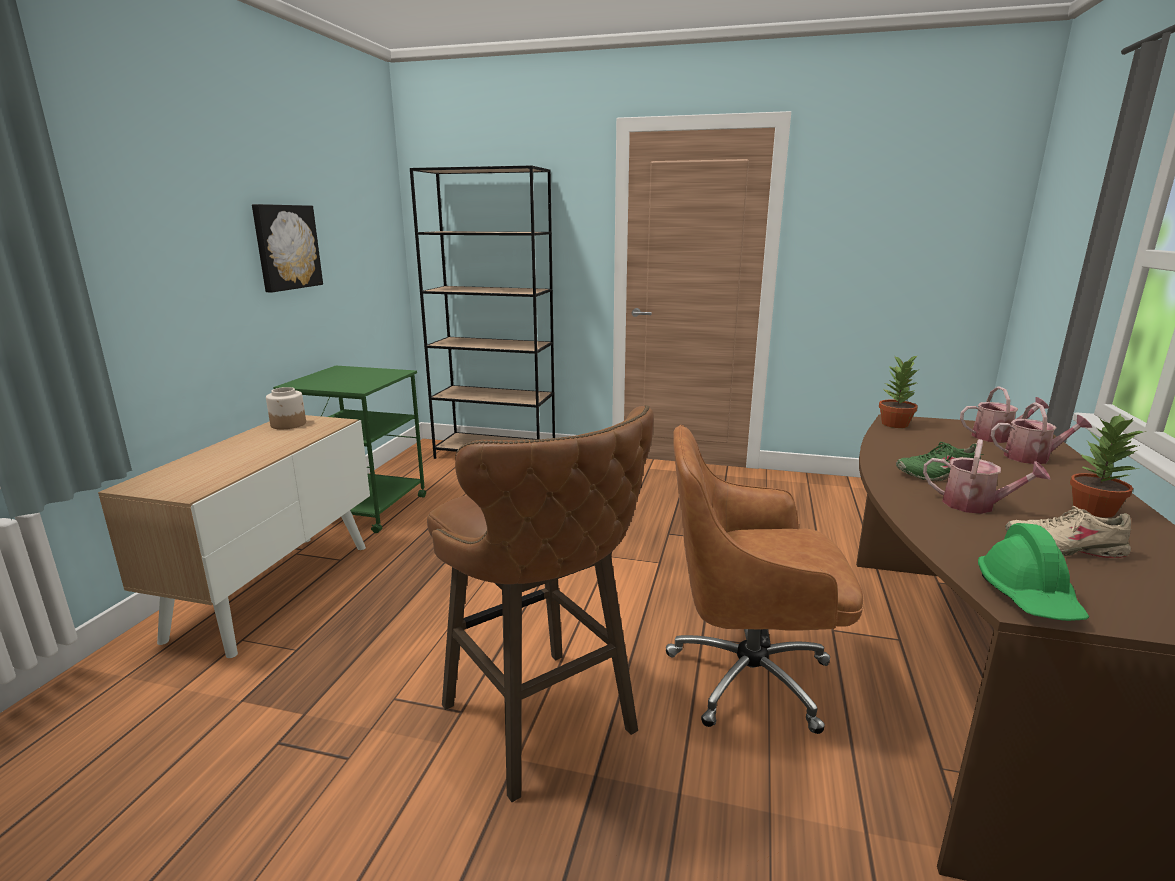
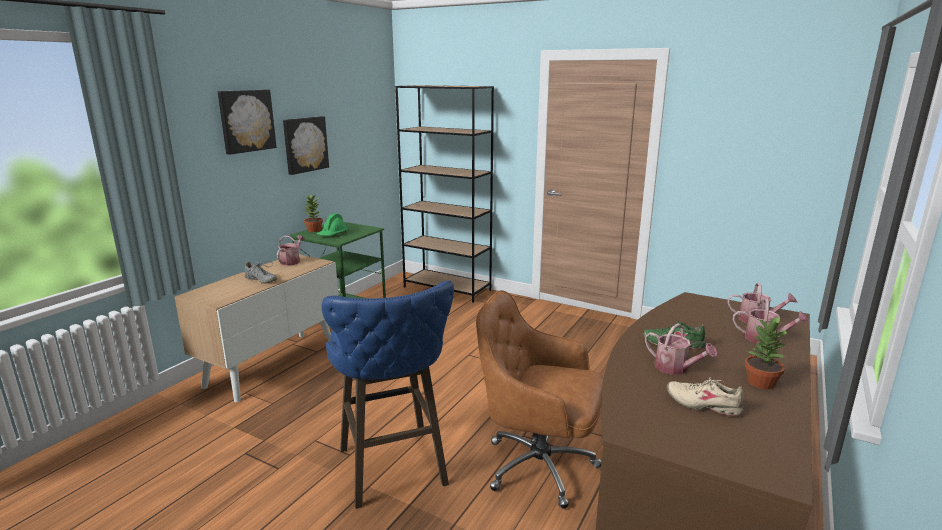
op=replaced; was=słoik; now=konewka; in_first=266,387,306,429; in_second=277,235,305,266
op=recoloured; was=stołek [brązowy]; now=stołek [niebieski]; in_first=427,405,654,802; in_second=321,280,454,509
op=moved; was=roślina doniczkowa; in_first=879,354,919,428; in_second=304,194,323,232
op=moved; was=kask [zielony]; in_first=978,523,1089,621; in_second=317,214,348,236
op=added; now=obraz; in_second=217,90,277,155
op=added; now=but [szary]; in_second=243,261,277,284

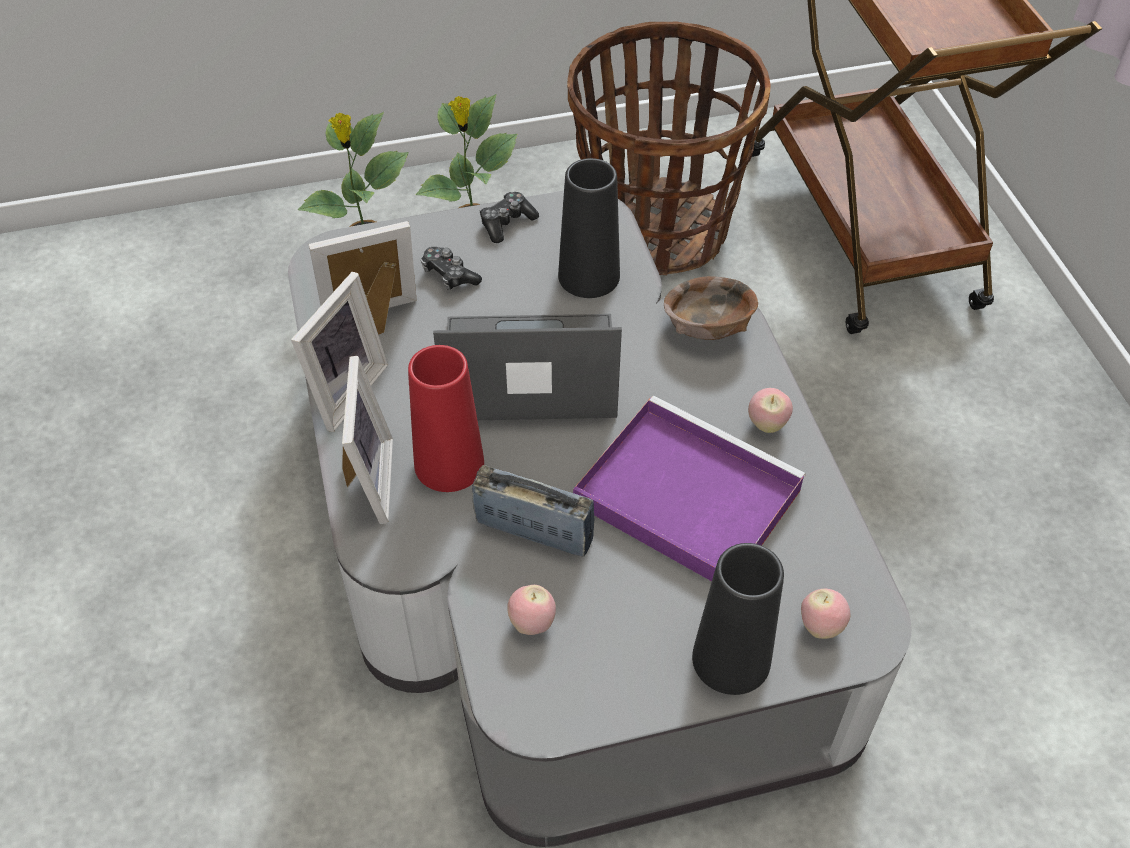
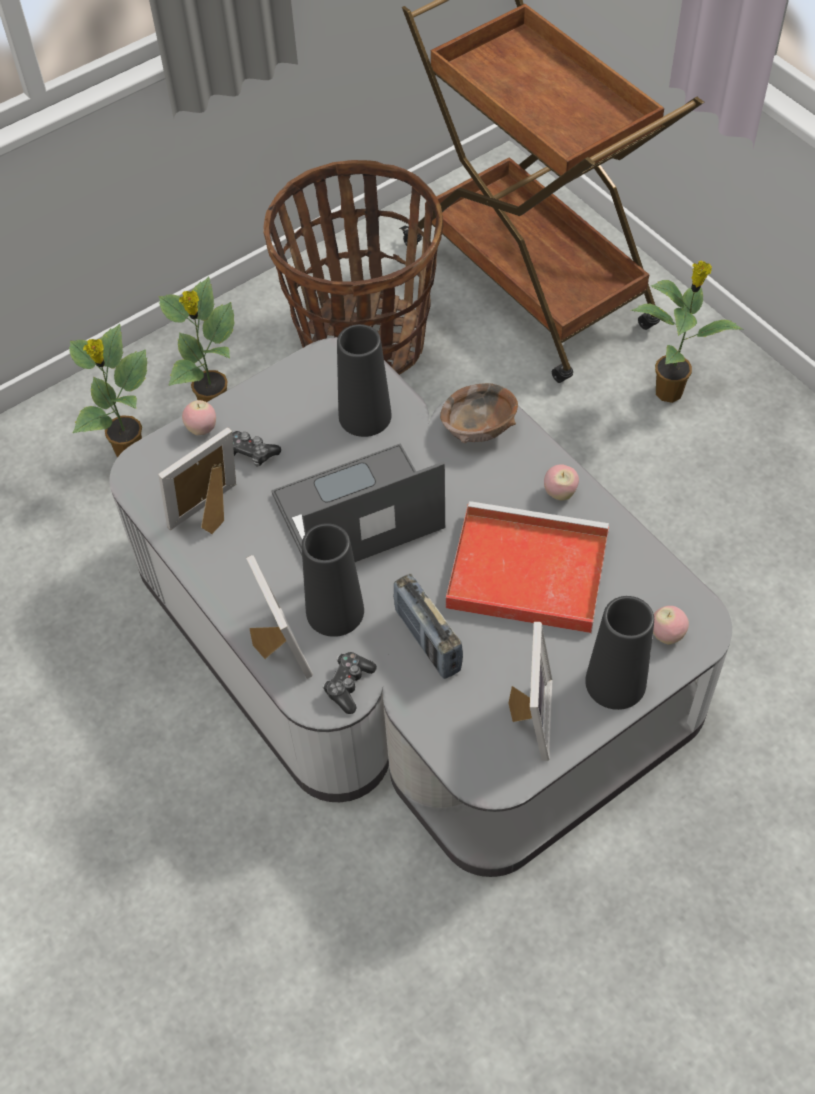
op=moved; was=ramka na zdjęcie; in_first=291,272,388,432; in_second=508,622,552,761
op=recoloured; was=wazon [czerwony]; now=wazon [czarny]; in_first=408,345,484,492; in_second=302,523,364,637
op=turned; was=radio; in_first=472,465,594,557; in_second=393,574,463,679; clockwise=-120
op=moved; was=pad do gier; in_first=479,192,539,243; in_second=323,652,377,714
op=moved; was=jabłko; in_first=507,585,556,635; in_second=182,400,216,435
op=recoloured; was=taca [fioletowy]; now=taca [czerwony]; in_first=573,396,806,581; in_second=446,501,609,633
op=added; now=roślina doniczkowa; in_second=631,260,743,403

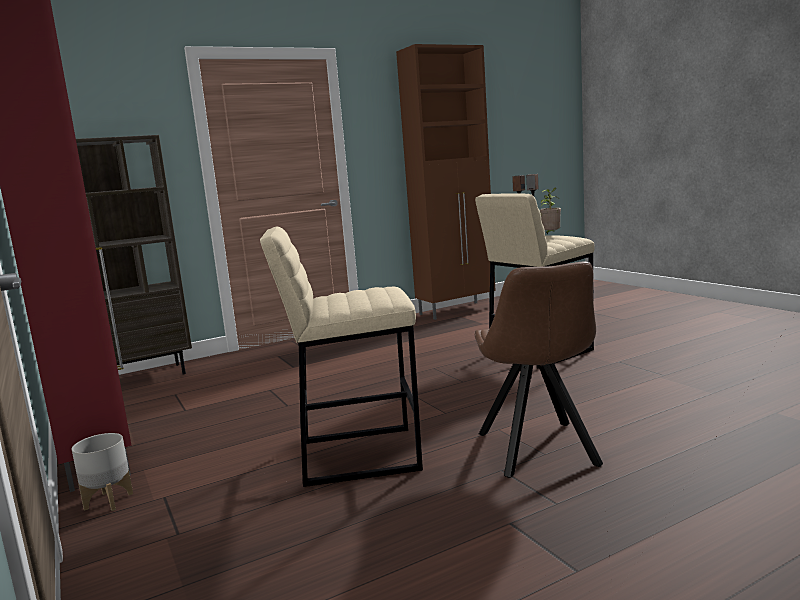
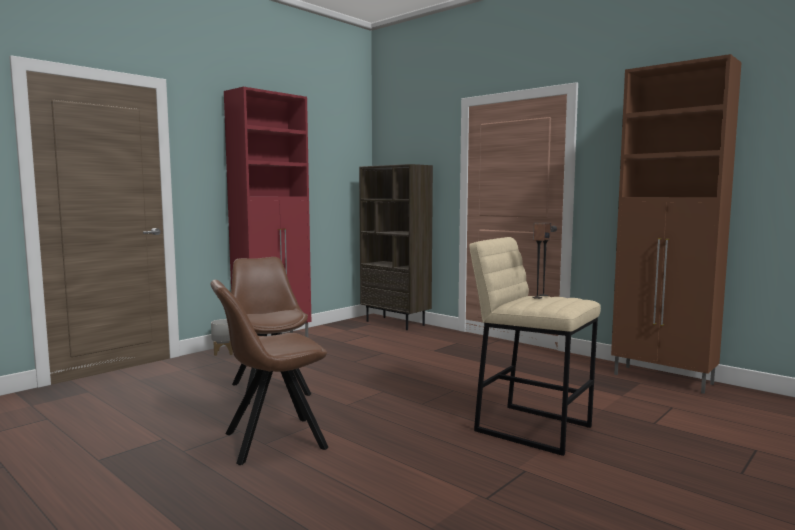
op=replaced; was=stołek [beżowy]; now=krzesło [brązowy]; in_first=260,226,423,487; in_second=231,257,311,404
op=removed; was=roślina doniczkowa; in_first=540,188,561,234

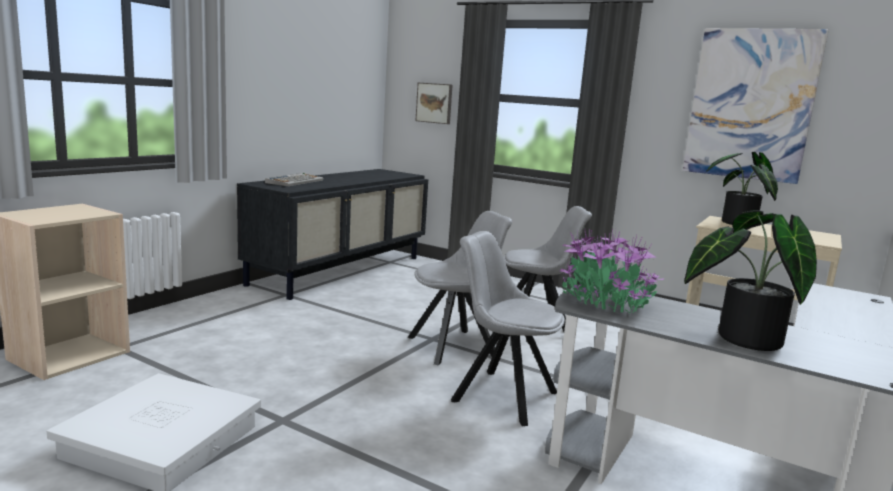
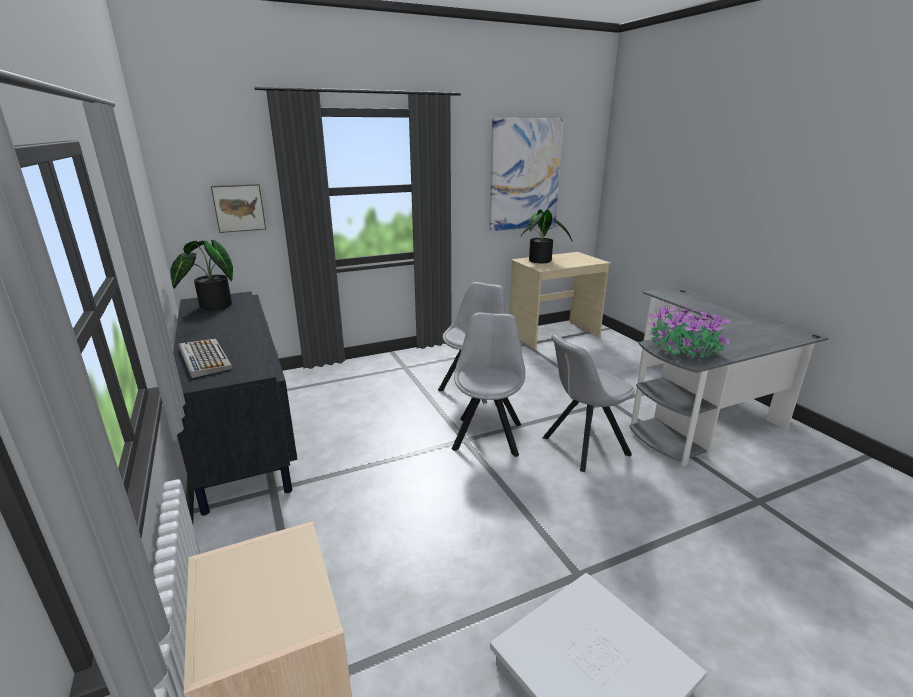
op=moved; was=roślina doniczkowa; in_first=684,210,817,351; in_second=171,240,233,310

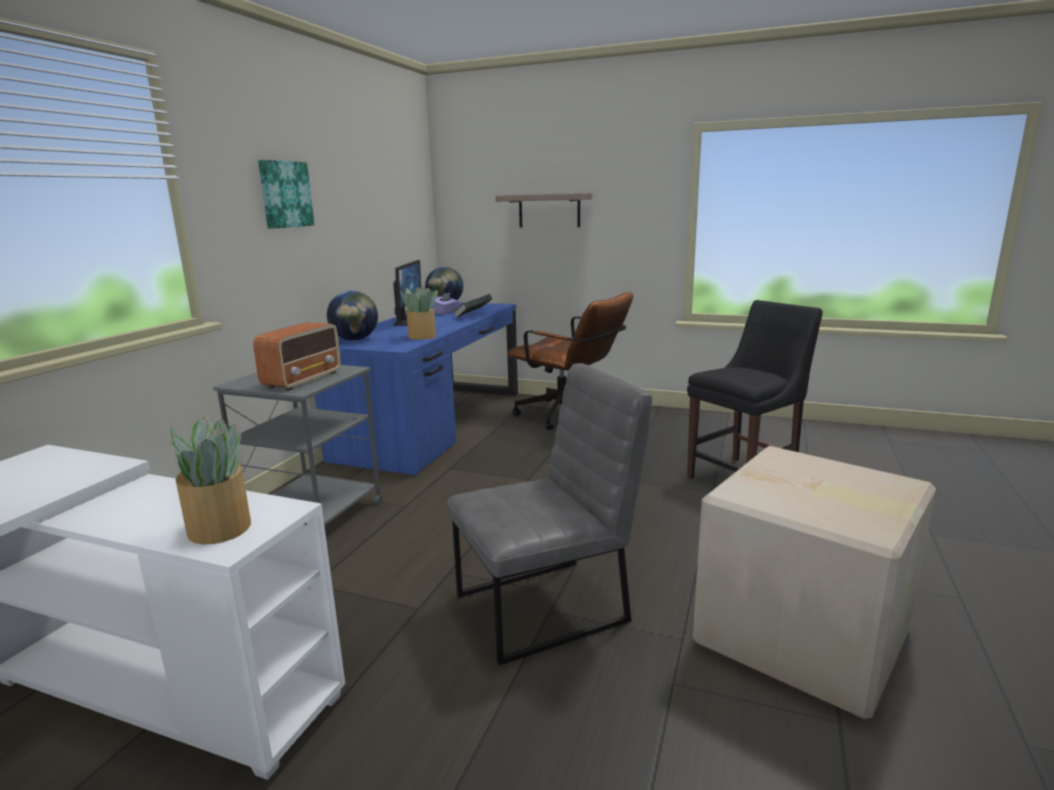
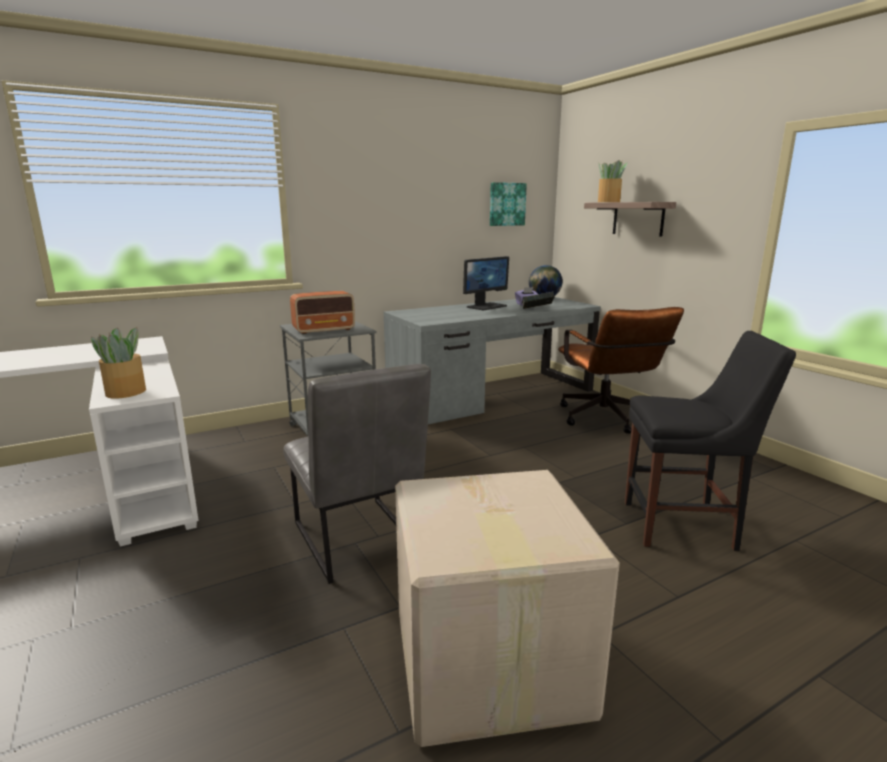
op=moved; was=obraz; in_first=258,160,314,229; in_second=490,182,527,226
op=recoloured; was=biurko [niebieski]; now=biurko [szary]; in_first=315,302,518,476; in_second=384,297,601,424
op=removed; was=globus; in_first=327,291,378,341
op=moved; was=roślina doniczkowa; in_first=400,287,438,340; in_second=598,160,628,202
op=turned; was=krzesło [szary]; in_first=447,363,652,665; in_second=283,364,431,584; clockwise=45

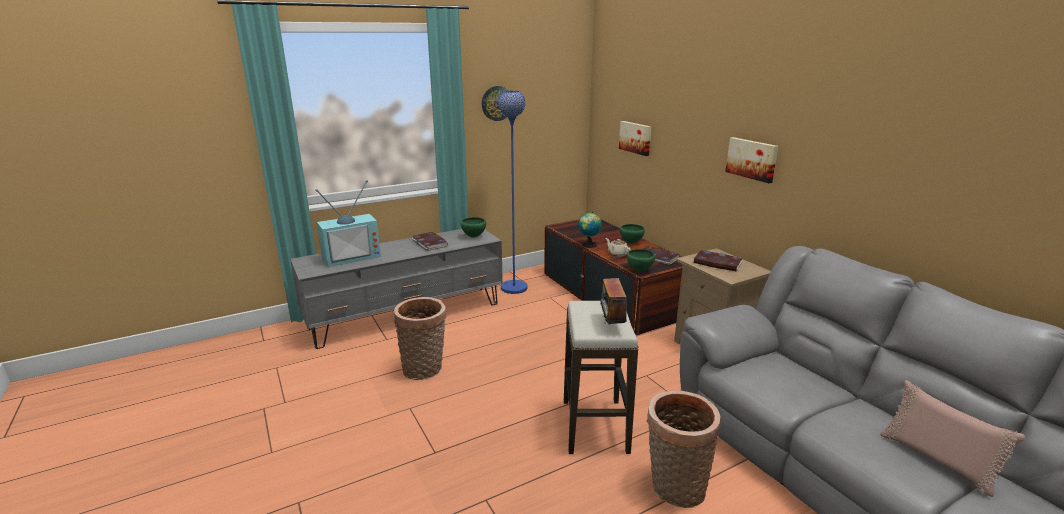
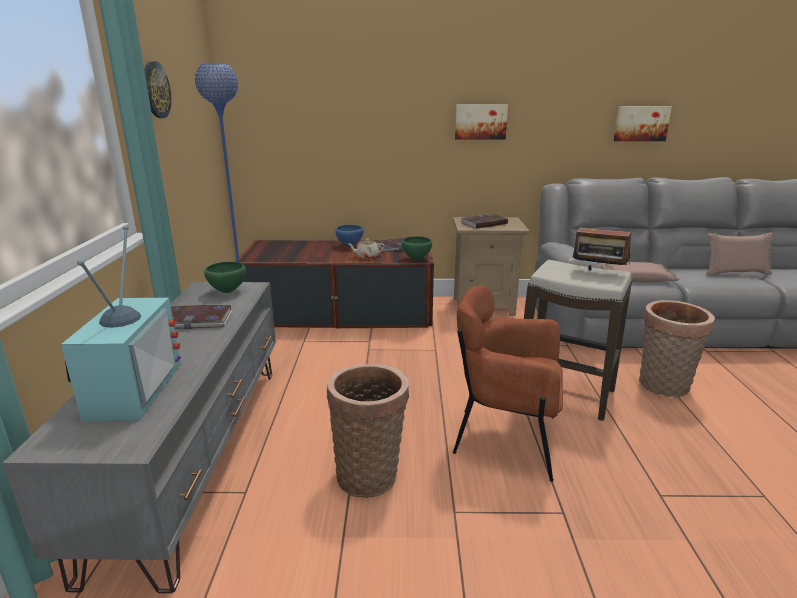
op=removed; was=globus; in_first=578,212,602,248
op=moved; was=obraz; in_first=619,121,651,156; in_second=613,106,672,141
op=recoloured; was=miska [zielony]; now=miska [niebieski]; in_first=620,224,645,244; in_second=335,225,364,247
op=added; now=fotel [brązowy]; in_second=453,285,563,482
op=added; now=poduszka [beżowy]; in_second=599,262,680,282

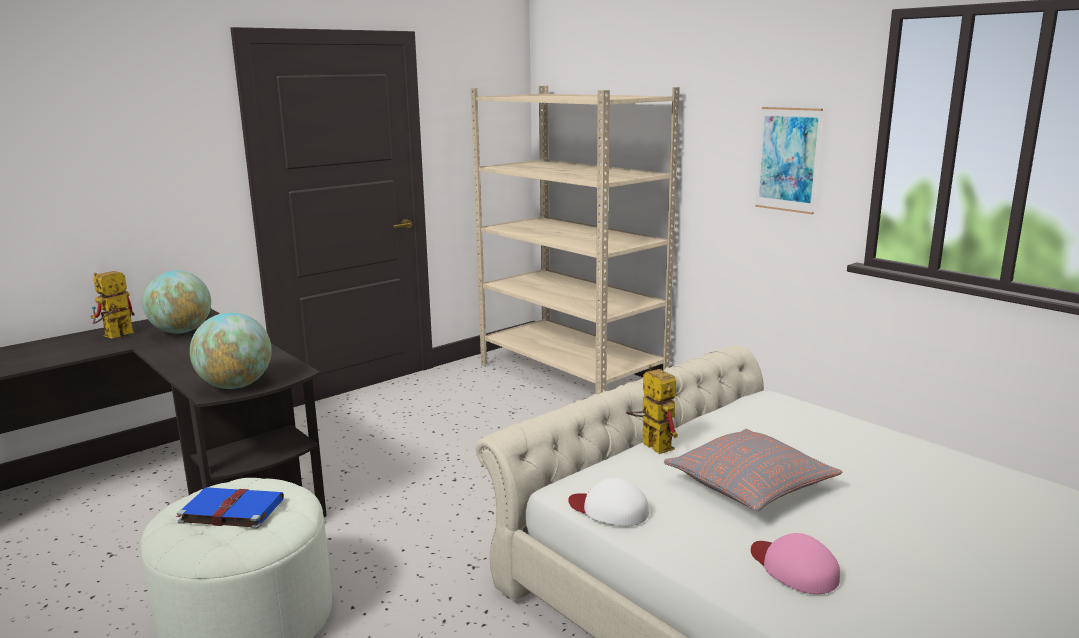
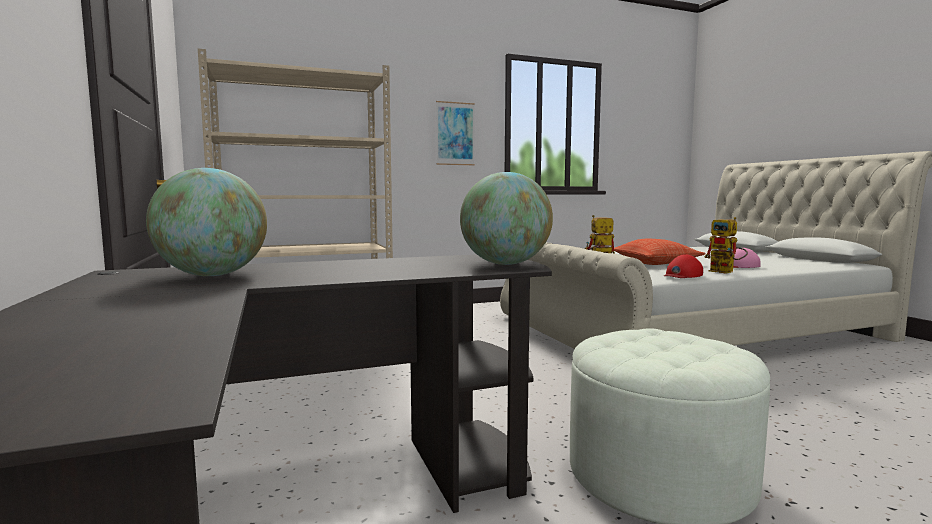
op=moved; was=robot zabawkowy; in_first=91,271,135,338; in_second=704,217,748,274
op=removed; was=książka [niebieski]; in_first=176,487,284,529
op=recoloured; was=czapka z daszkiem [biały]; now=czapka z daszkiem [czerwony]; in_first=568,478,649,526; in_second=664,254,703,278
op=recoloured; was=poduszka [szary]; now=poduszka [pomarańczowy]; in_first=664,429,842,511; in_second=614,239,706,265

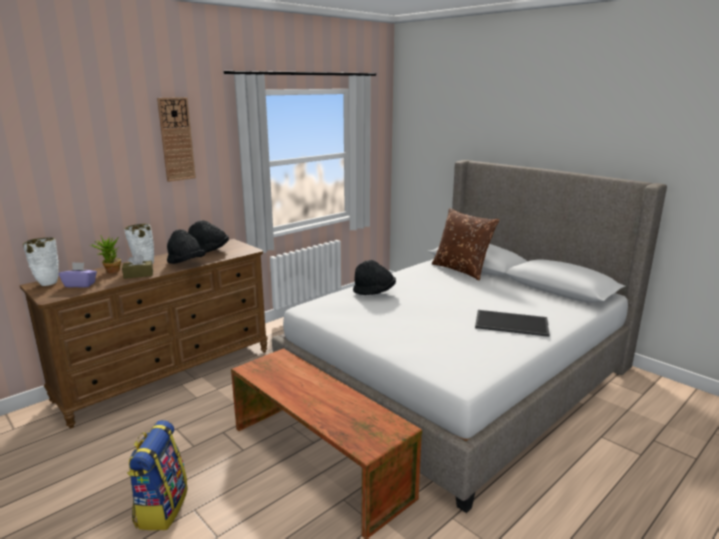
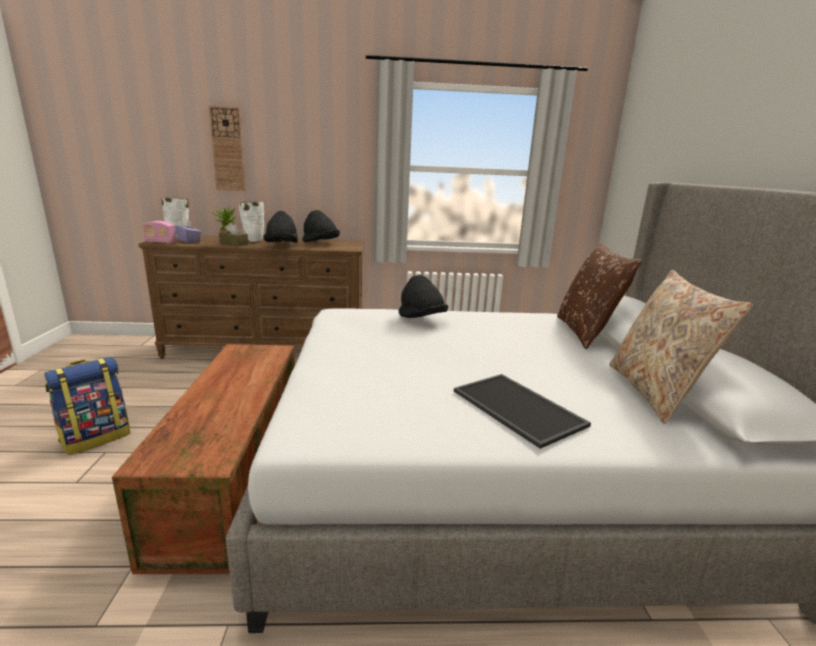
op=moved; was=zegar ścienny; in_first=157,97,196,182; in_second=209,106,246,191
op=added; now=radio; in_second=143,221,177,244
op=added; now=poduszka [beżowy]; in_second=609,270,753,424

